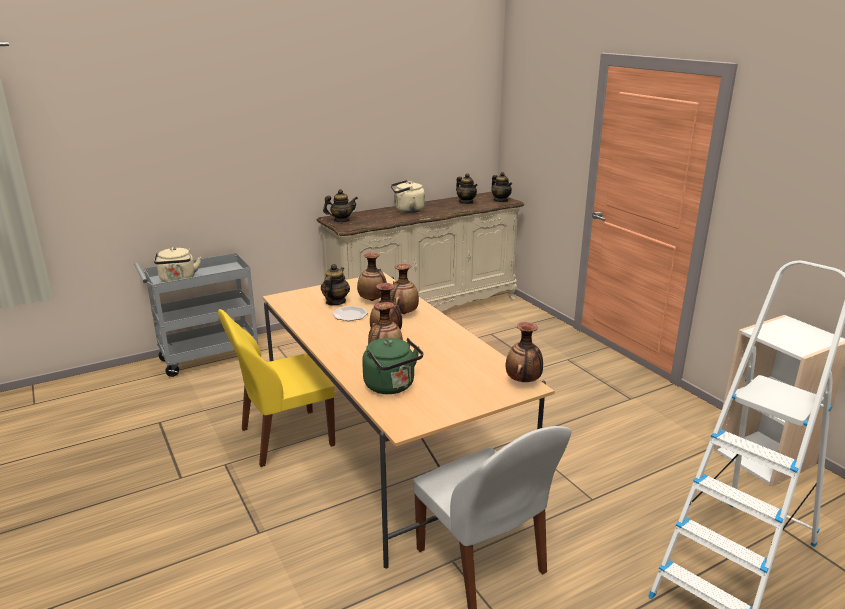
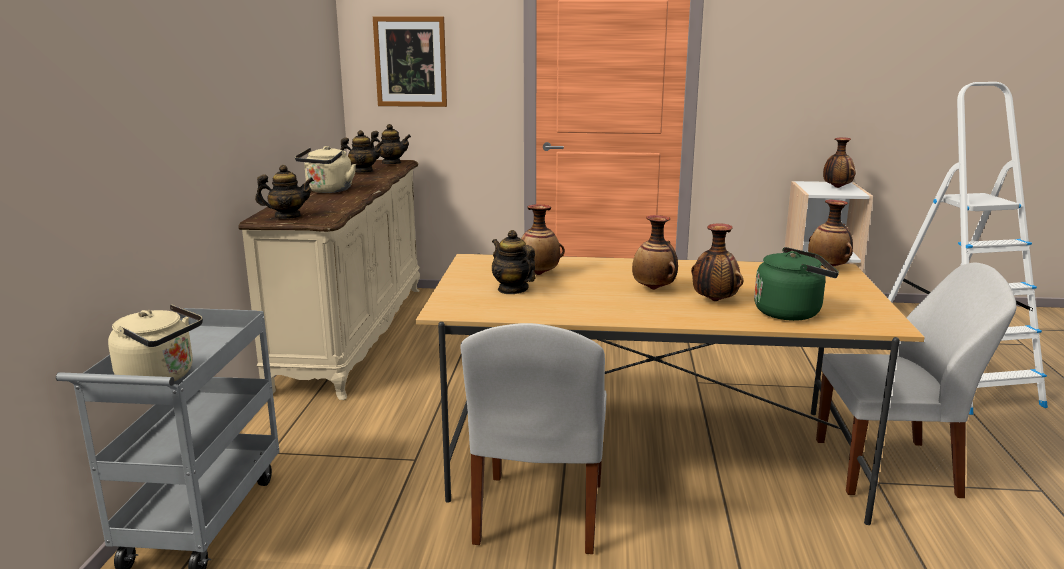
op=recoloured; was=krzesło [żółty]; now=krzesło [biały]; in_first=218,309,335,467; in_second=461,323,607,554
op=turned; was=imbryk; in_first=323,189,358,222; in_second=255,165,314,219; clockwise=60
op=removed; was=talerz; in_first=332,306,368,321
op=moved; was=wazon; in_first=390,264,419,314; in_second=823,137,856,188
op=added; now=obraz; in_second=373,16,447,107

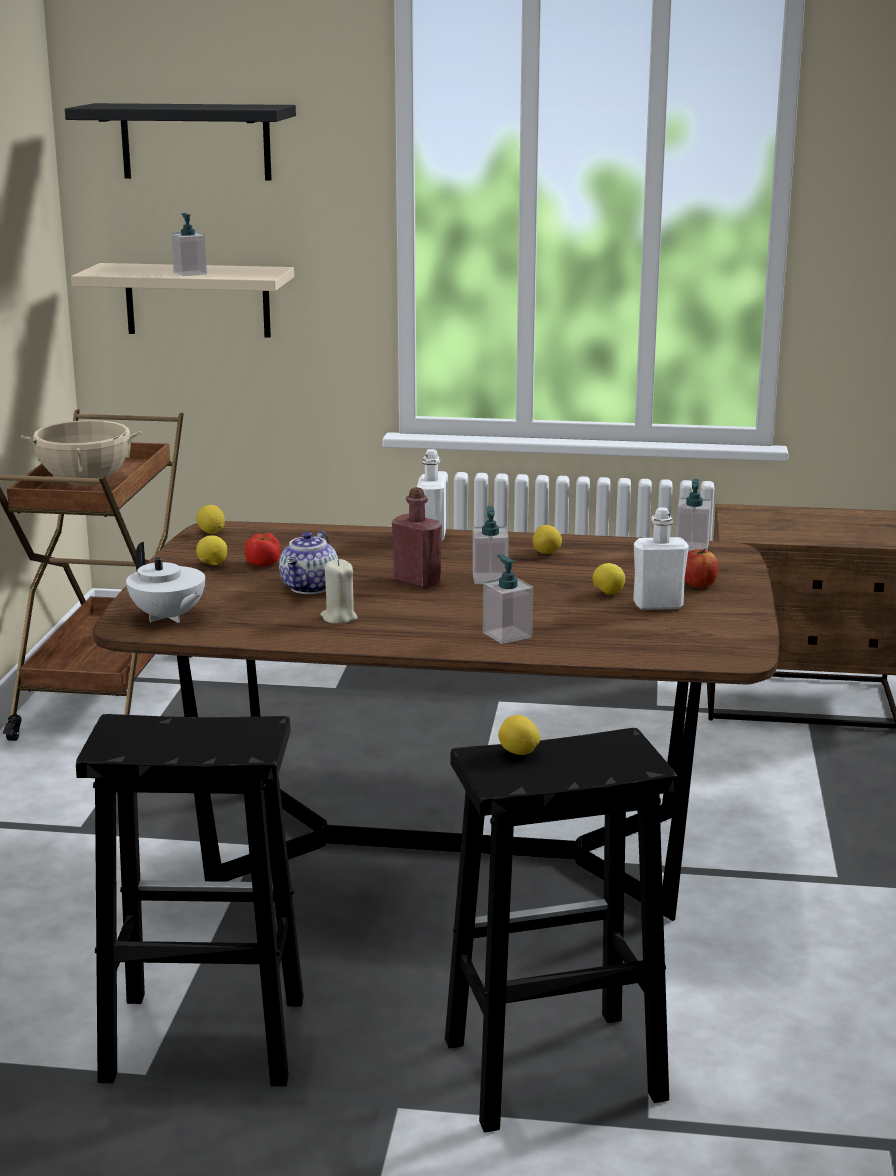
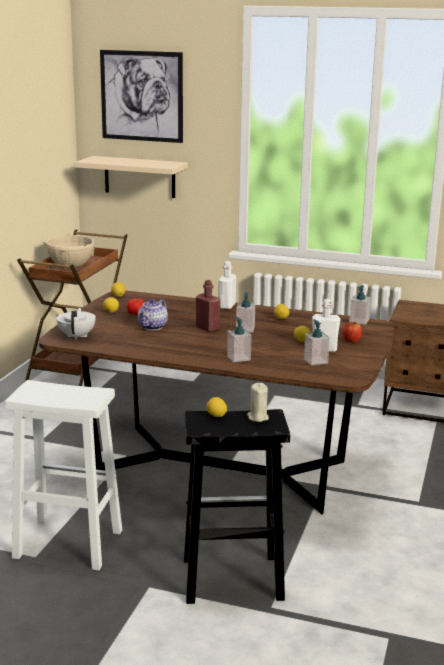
op=replaced; was=półka [czarny]; now=obraz; in_first=65,103,296,181; in_second=100,50,183,143
op=recoloured; was=stołek [czarny]; now=stołek [biały]; in_first=76,714,304,1086; in_second=5,380,122,571
op=turned; was=imbryk [biały]; in_first=126,542,205,623; in_second=56,308,96,340; clockwise=-150
op=moved; was=dozownik mydła; in_first=171,213,207,276; in_second=304,320,330,365
op=moved; was=świeca [beżowy]; in_first=320,559,358,624; in_second=247,383,269,422

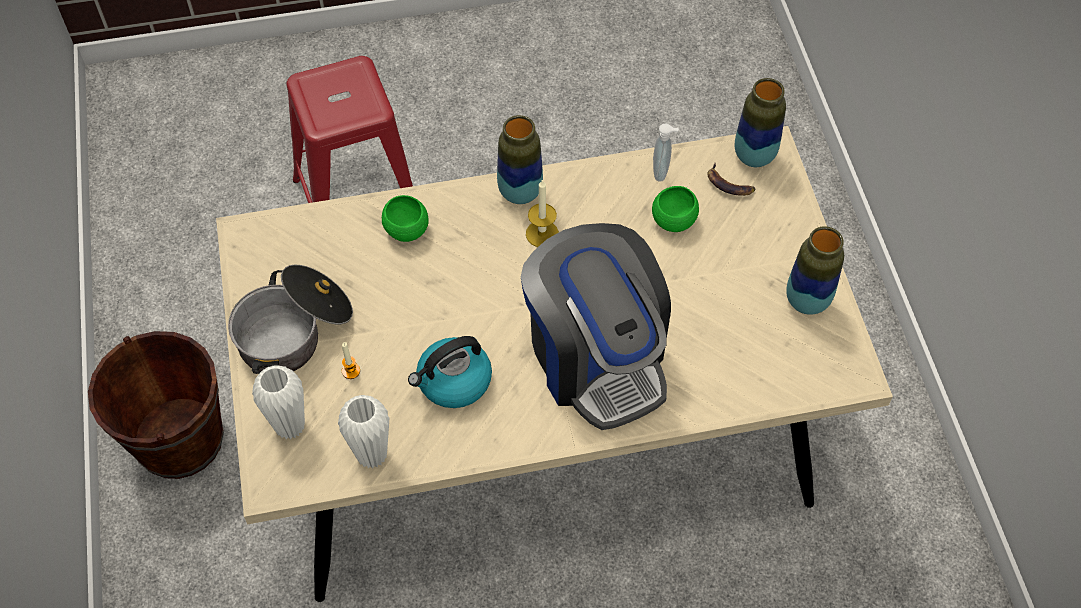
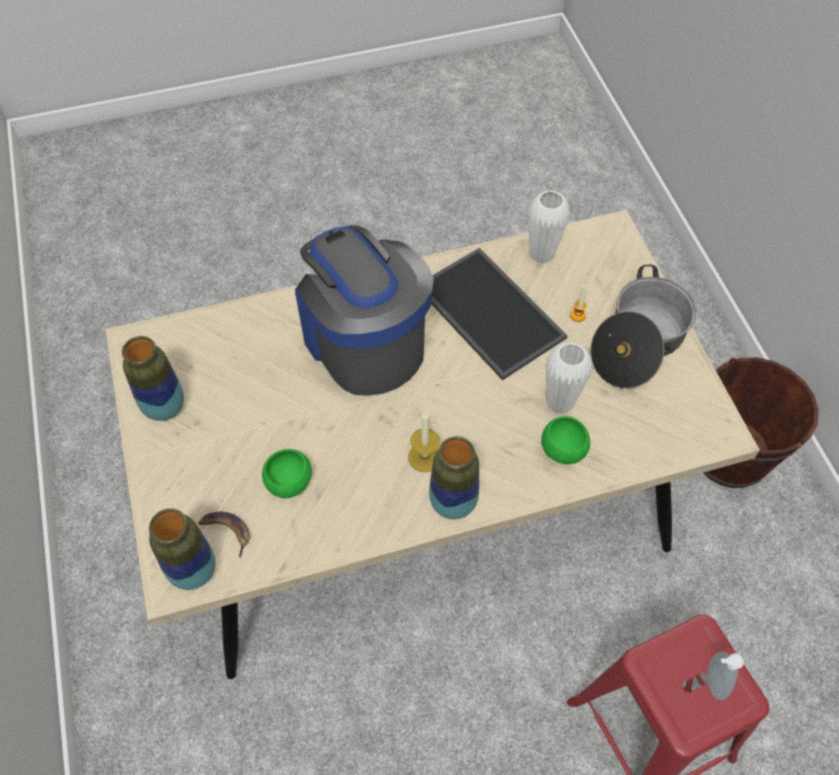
op=moved; was=wazon [biały]; in_first=252,365,305,439; in_second=546,342,592,414
op=replaced; was=czajnik; now=taca; in_first=408,336,492,408; in_second=431,248,568,380
op=moved; was=dozownik mydła; in_first=653,124,679,182; in_second=707,652,744,700

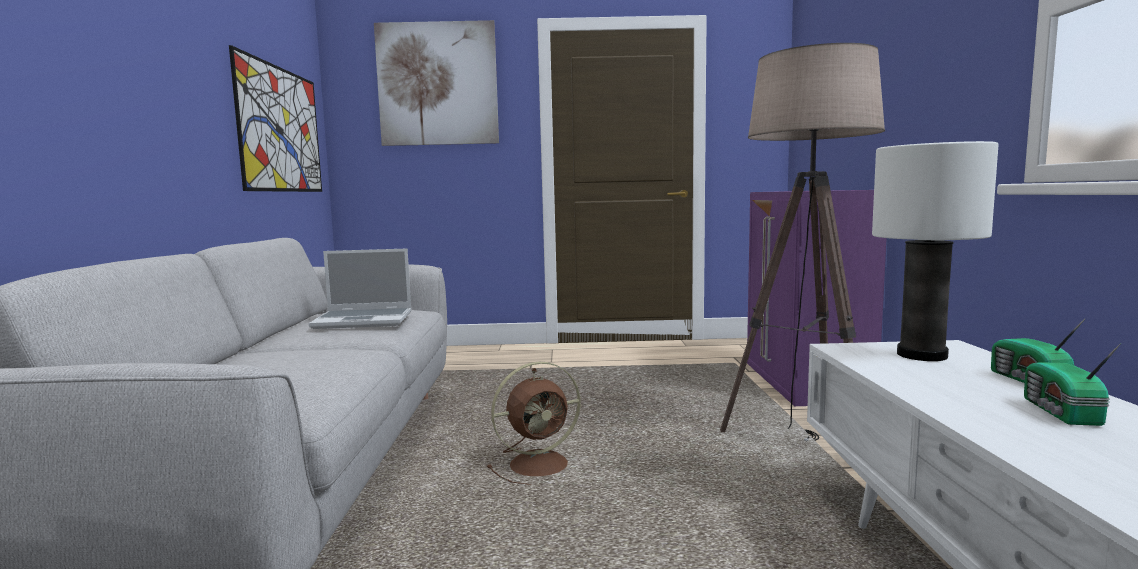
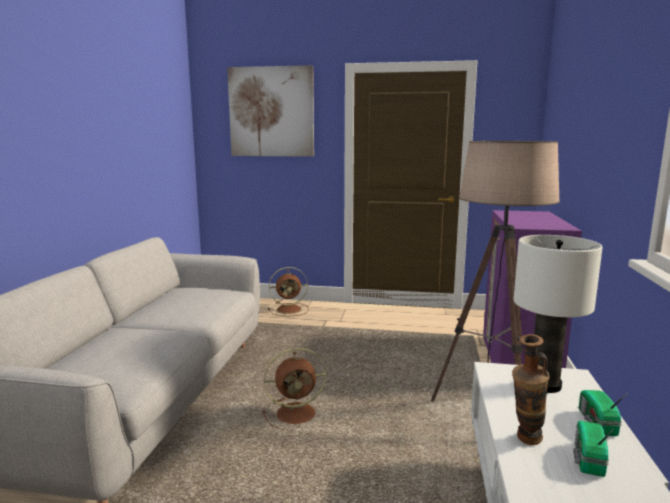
op=removed; was=obraz; in_first=229,45,322,192
op=removed; was=laptop; in_first=309,248,412,329
op=added; now=wentylator [brązowy]; in_second=268,267,309,317
op=added; now=wazon; in_second=512,334,550,445

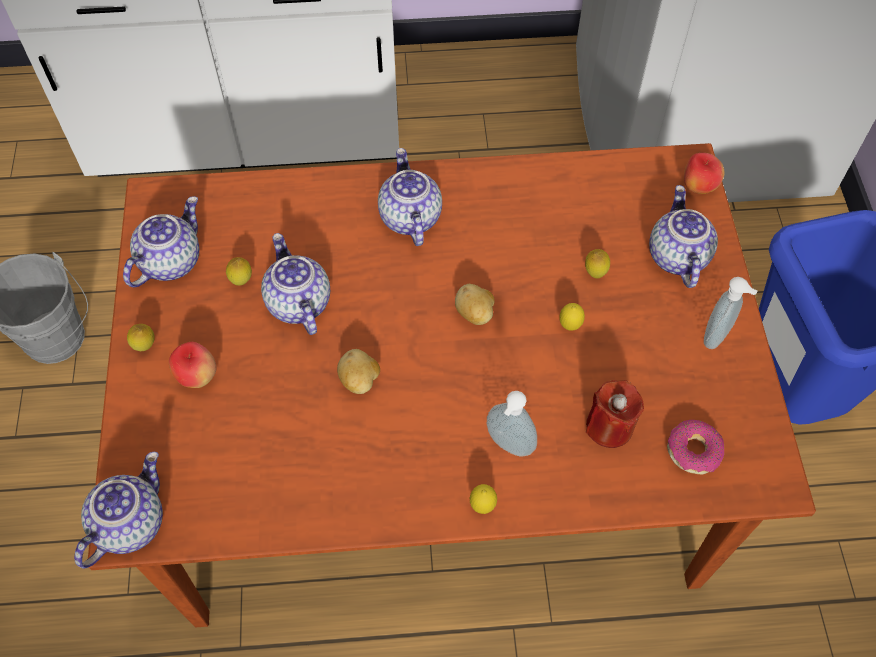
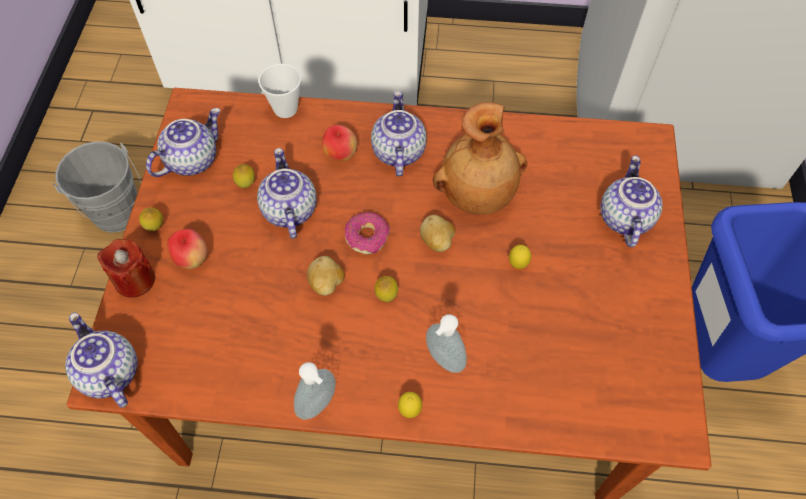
op=turned; was=imbryk; in_first=74,452,163,569; in_second=65,313,138,408; clockwise=-75
op=moved; was=cytryna; in_first=585,249,610,278; in_second=375,276,398,302
op=moved; was=świeca [czerwony]; in_first=586,380,644,448; in_second=97,239,155,298
op=moved; was=donut; in_first=667,420,724,474; in_second=345,212,390,254
op=moved; was=jabłko; in_first=684,153,725,194; in_second=322,125,357,161
op=moved; was=dozownik mydła; in_first=704,277,758,349; in_second=294,362,336,420
op=added; now=filiżanka; in_second=259,64,301,118
op=added; now=wazon [brązowy]; in_second=432,102,528,214

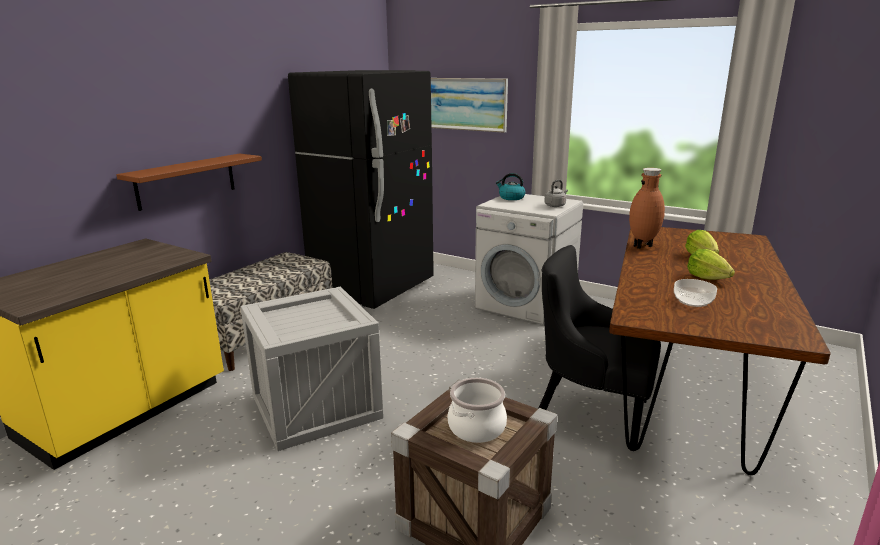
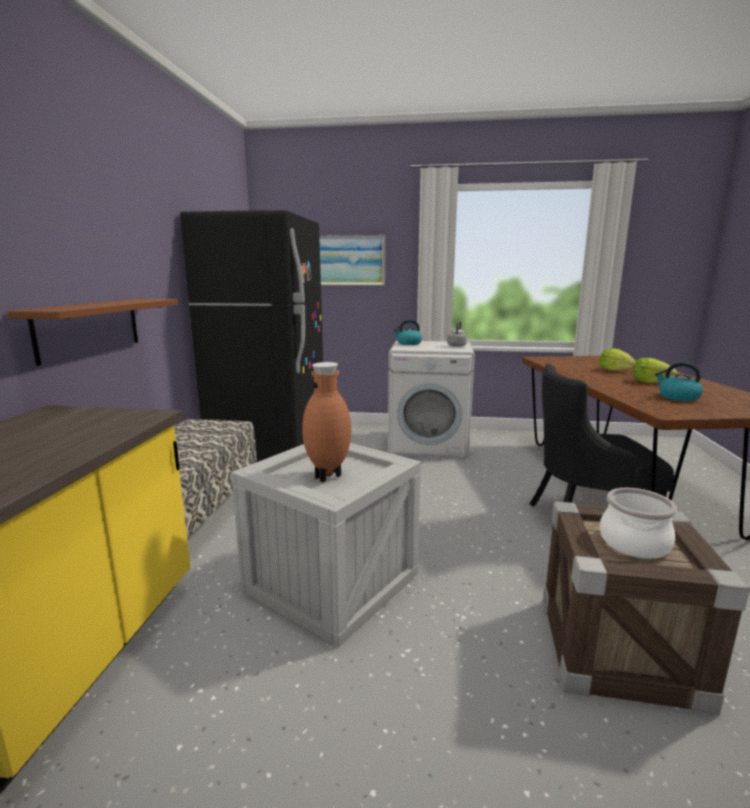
op=moved; was=wazon [brązowy]; in_first=629,168,665,249; in_second=302,362,352,482
op=replaced; was=miska; now=czajnik; in_first=674,279,717,307; in_second=655,362,703,401

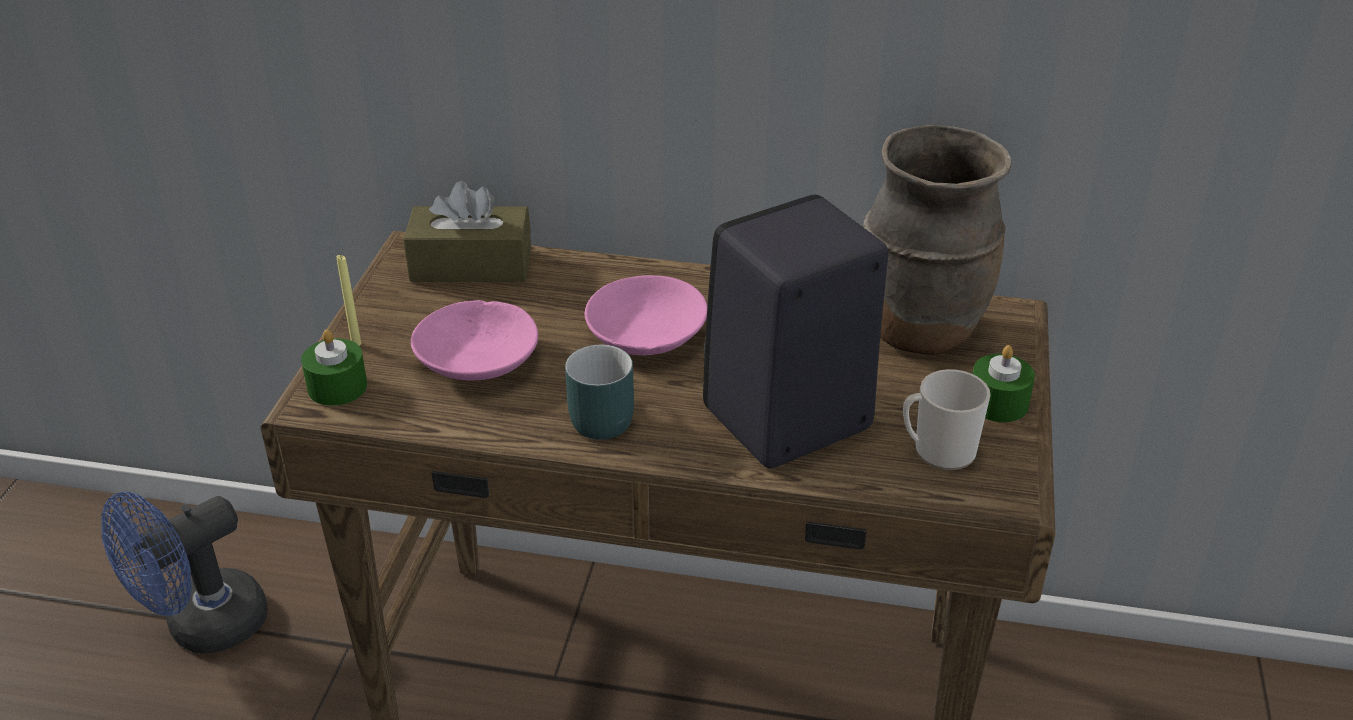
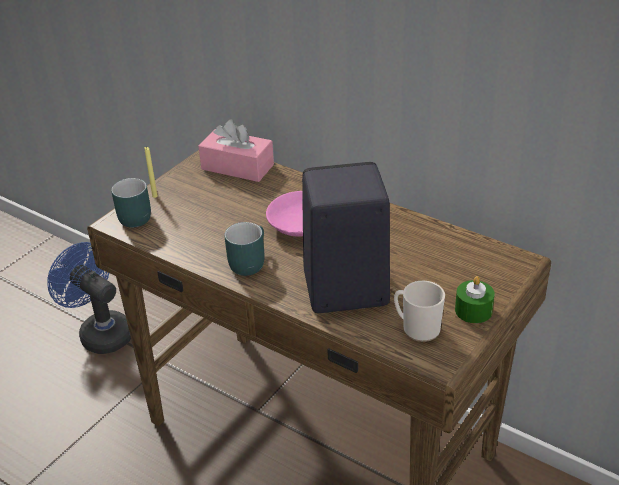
op=turned; was=wentylator [niebieski]; in_first=101,492,268,653; in_second=47,242,131,354; clockwise=60
op=replaced; was=świeca [zielony]; now=kubek [turkusowy]; in_first=301,330,367,406; in_second=111,178,151,228
op=recoloured; was=pudełko chusteczek [brązowy]; now=pudełko chusteczek [różowy]; in_first=403,181,531,282; in_second=198,119,274,182
op=removed; was=miska [różowy]; in_first=411,300,538,381
op=removed; was=wazon [brązowy]; in_first=863,125,1011,355

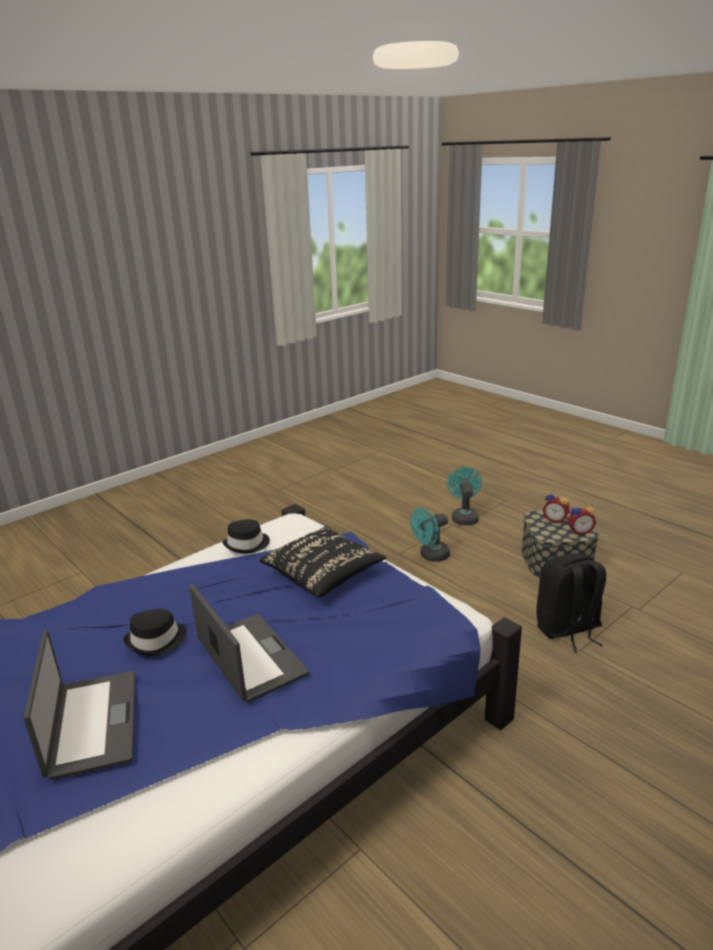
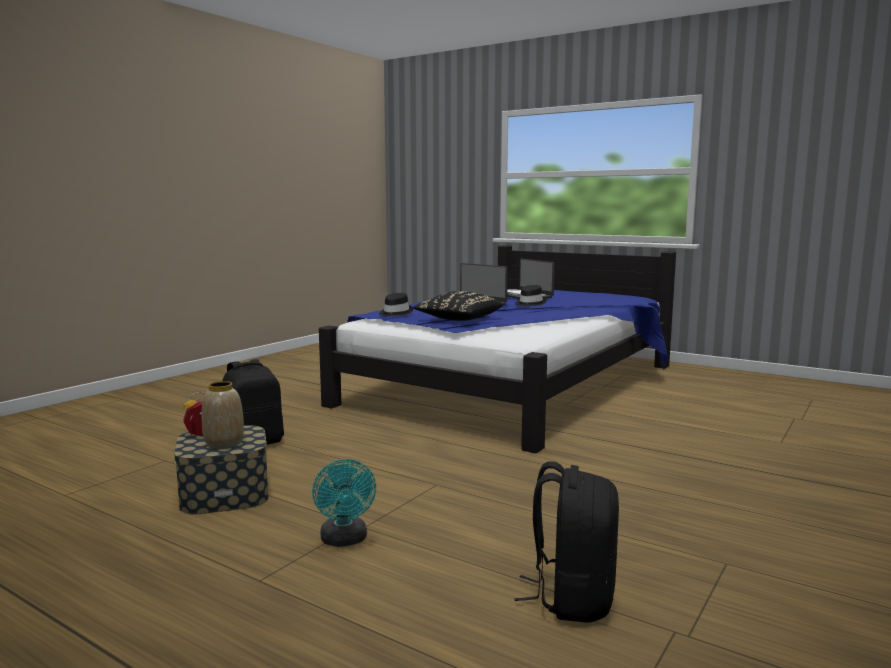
op=moved; was=kapelusz [czarny]; in_first=222,519,270,554; in_second=379,293,413,317
op=removed; was=wentylator [turkusowy]; in_first=410,507,450,562
op=replaced; was=budzik; now=wazon; in_first=542,491,570,523; in_second=201,381,244,449
op=added; now=plecak [czarny]; in_second=514,461,619,623

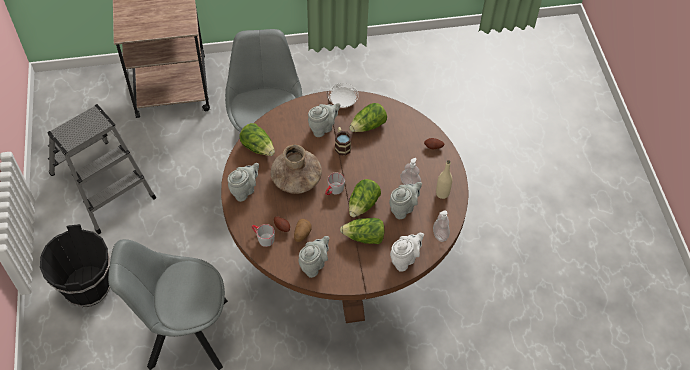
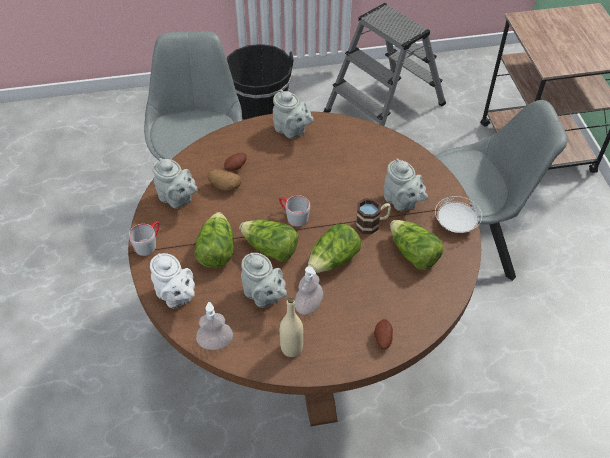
op=moved; was=sałata; in_first=239,123,275,156; in_second=307,224,361,273
op=moved; was=kubek [szary]; in_first=252,224,275,247; in_second=129,221,159,256
op=removed; was=wazon [brązowy]; in_first=271,145,322,194

